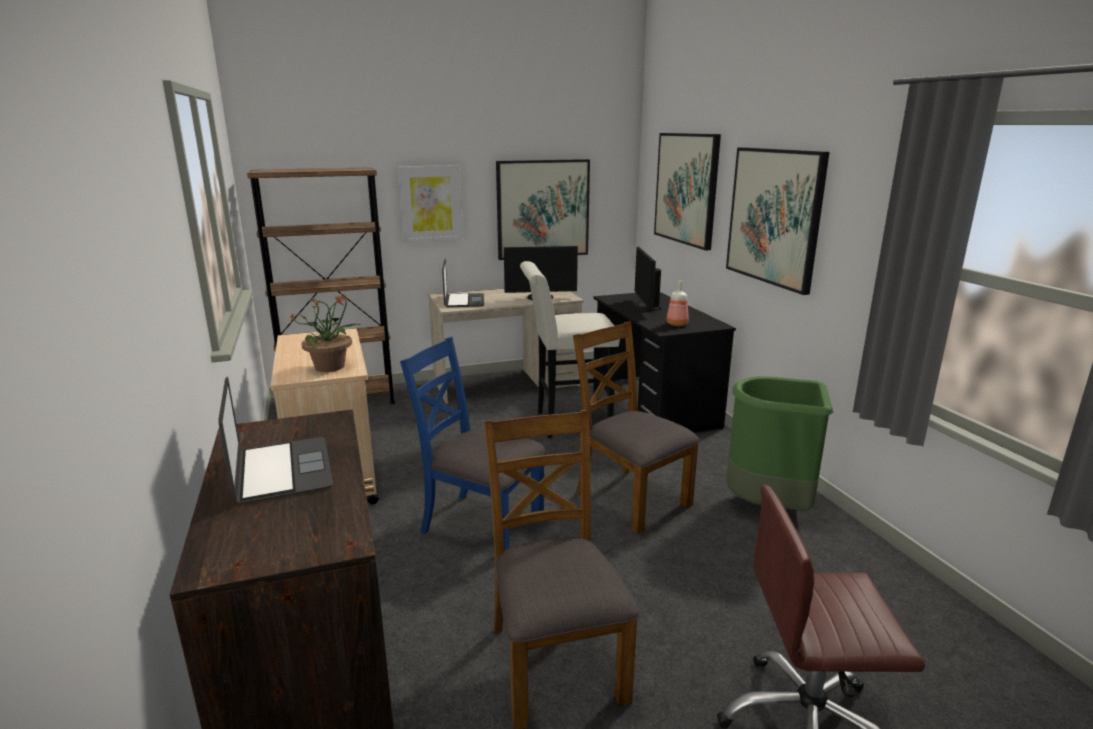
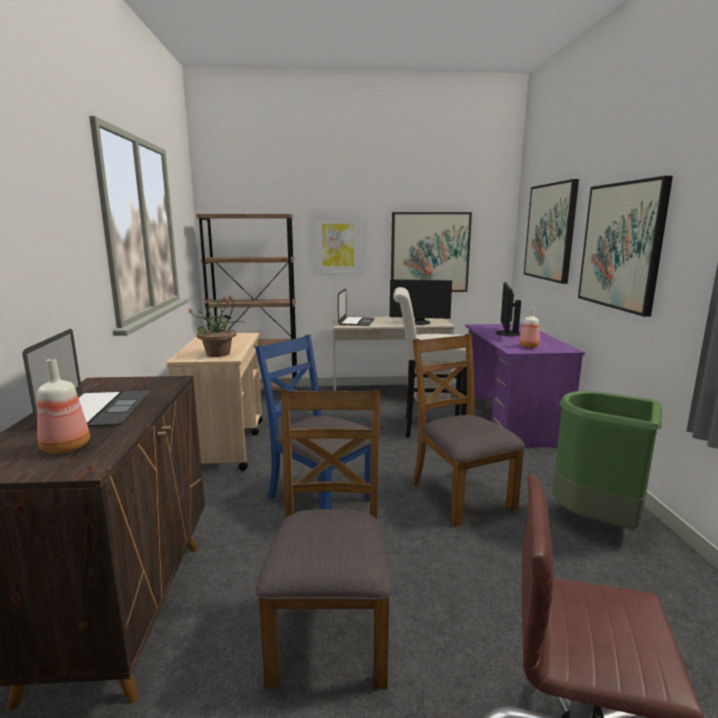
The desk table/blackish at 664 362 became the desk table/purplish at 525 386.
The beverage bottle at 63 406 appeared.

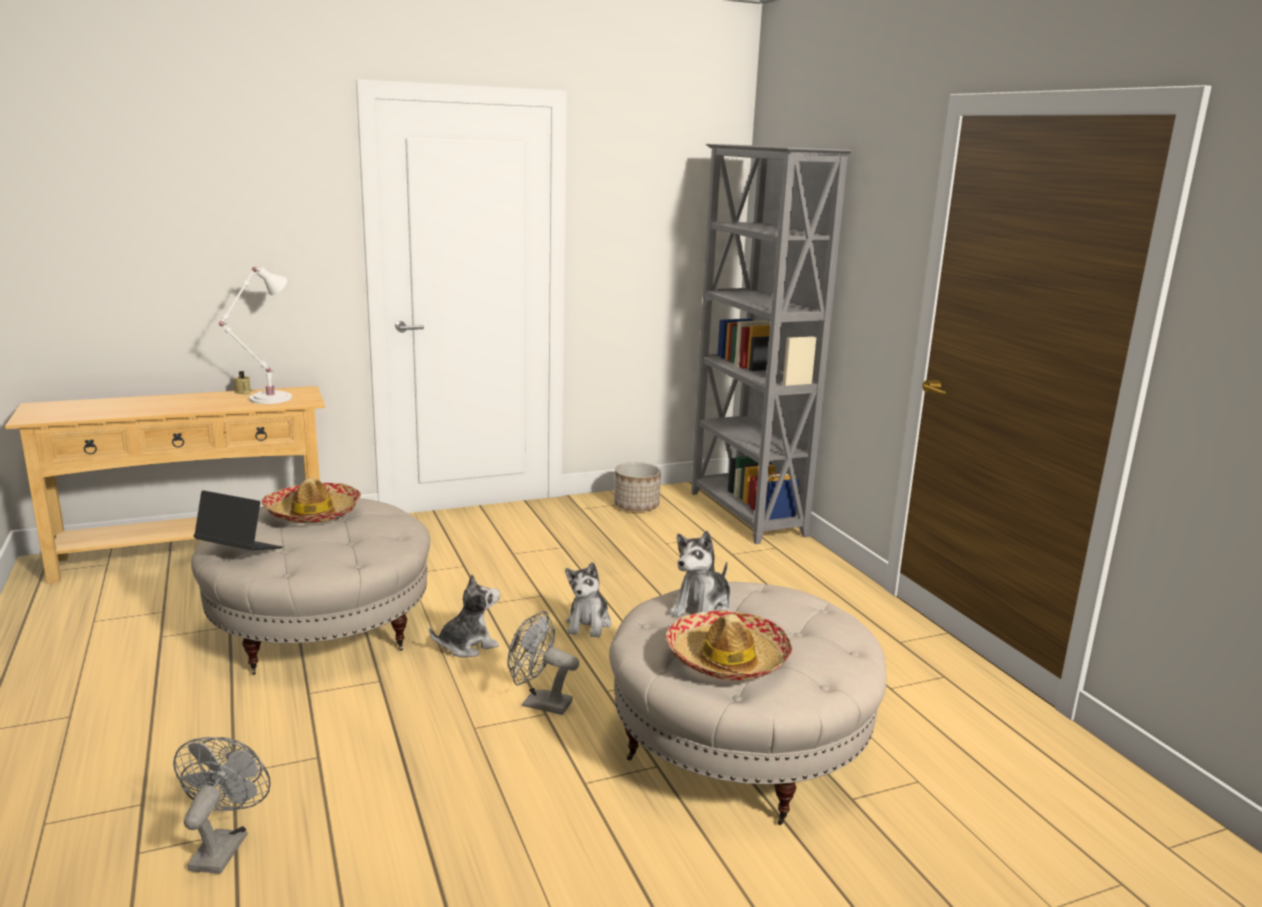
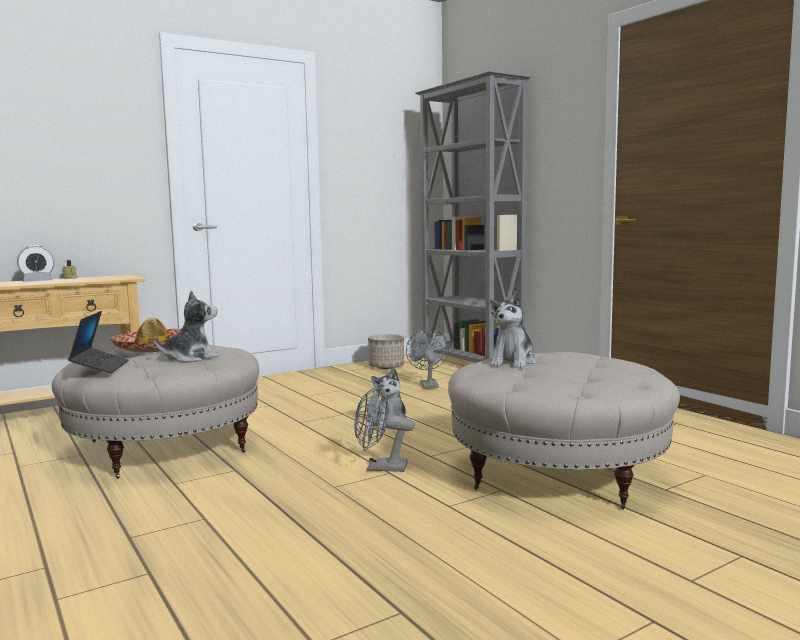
The tabletop lamp/white-coloured at 255 335 disappeared.
The portable computer at 238 520 turned 75 degrees clockwise.
The plush toy moved from 464 615 to 186 327.
The hat at 729 645 disappeared.
The electric fan/gray moved from 222 805 to 427 359.
The alarm clock at 35 263 appeared.

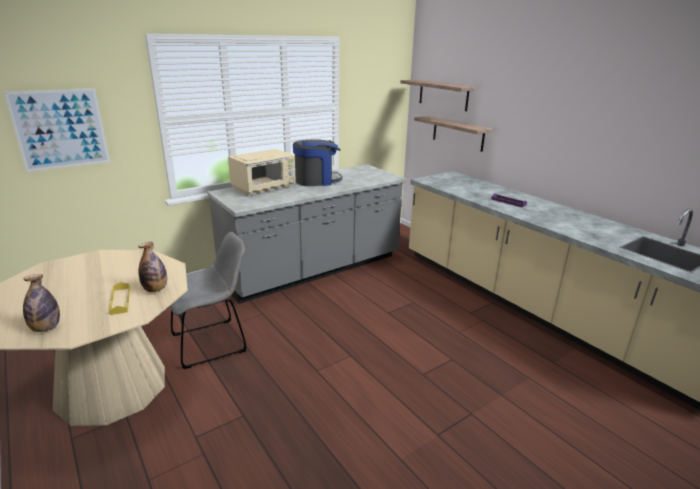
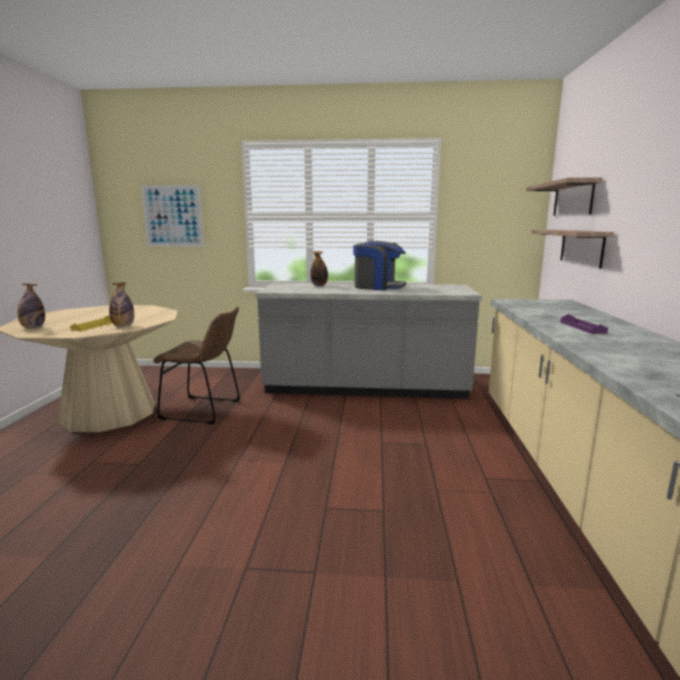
The kitchen microwave/beige-coloured at 261 172 was replaced by the beverage bottle at 319 268.
The upright chair/gray at 208 300 became the upright chair/brownish at 196 365.

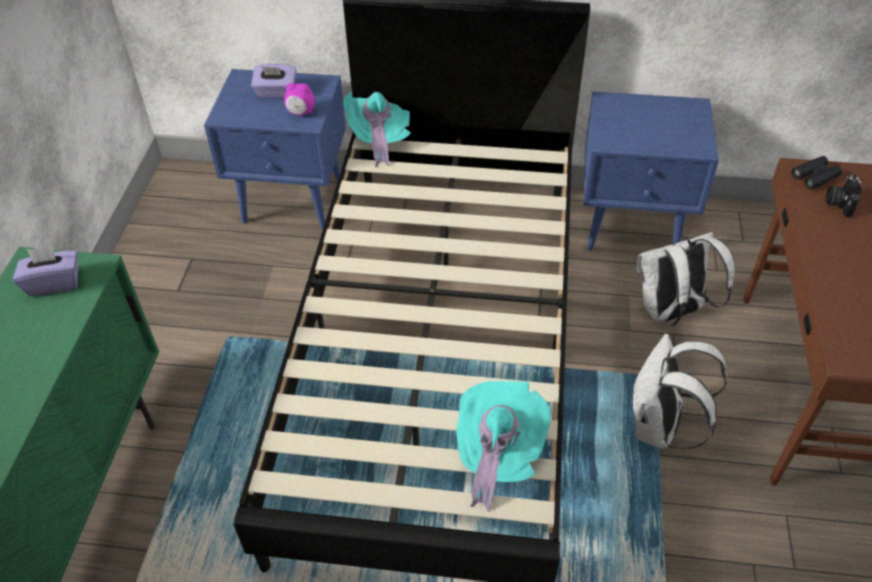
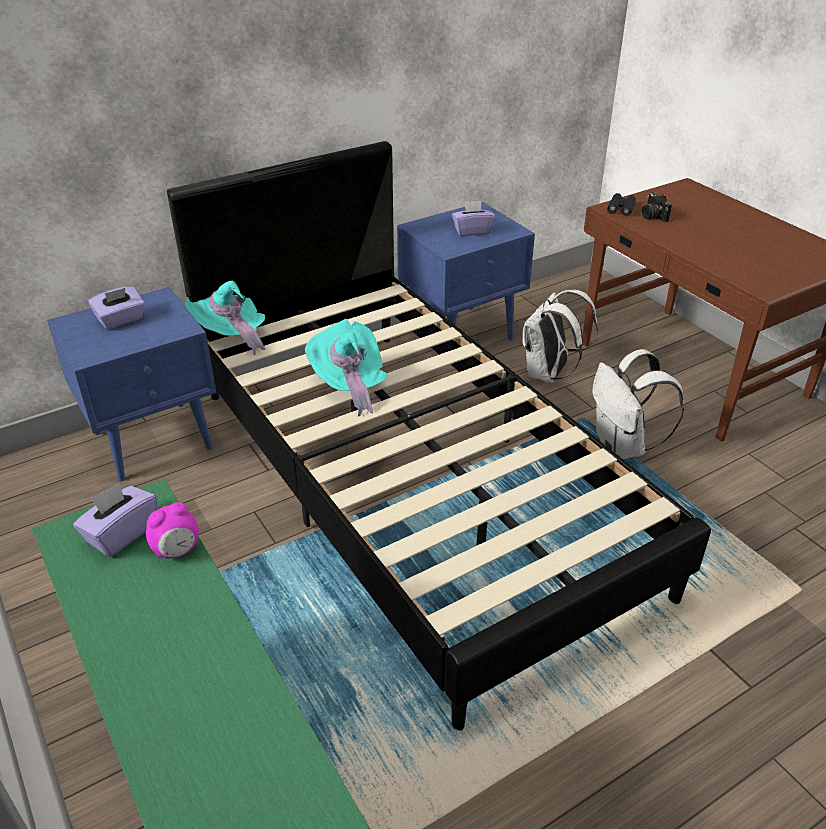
The alarm clock moved from 299 99 to 172 530.
The hat/blue-green moved from 503 446 to 346 367.
The box of tissues/purplish at 474 218 appeared.

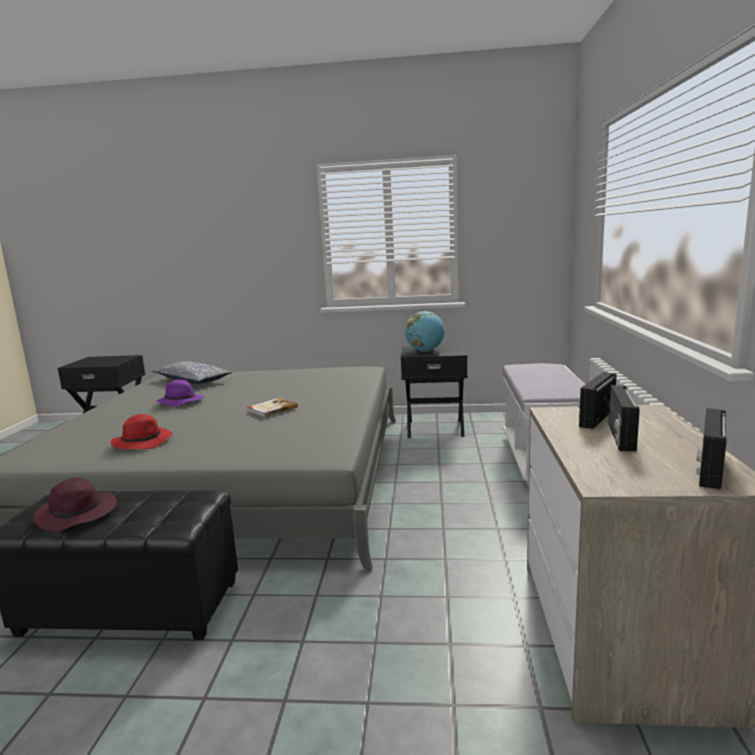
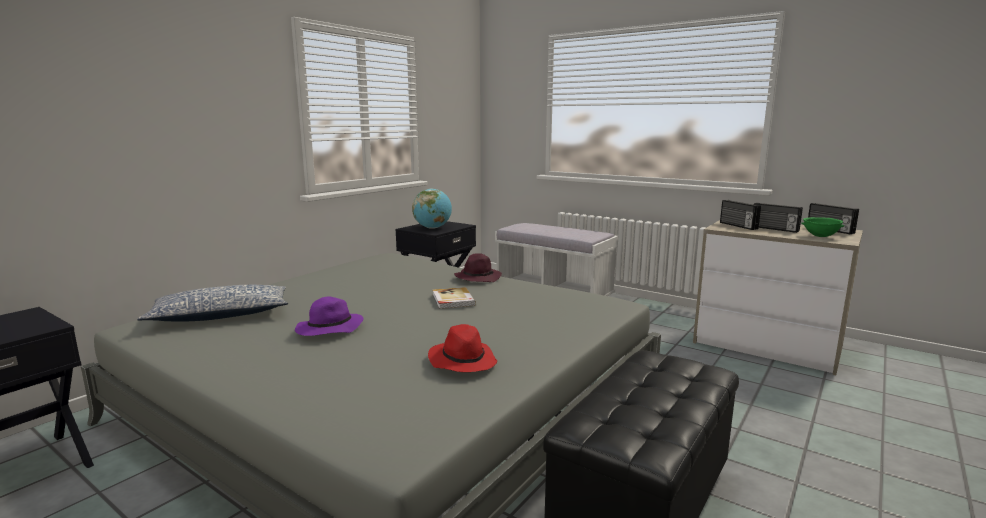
The hat/purplish moved from 75 504 to 478 267.
The bowl/green-coloured at 823 227 appeared.

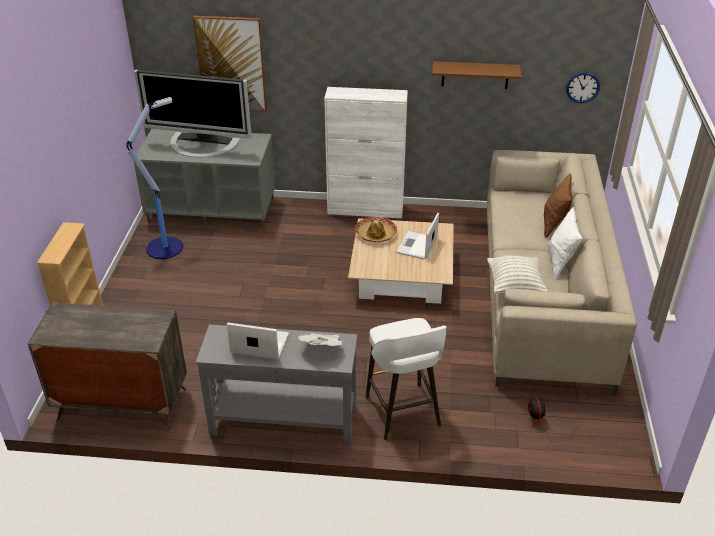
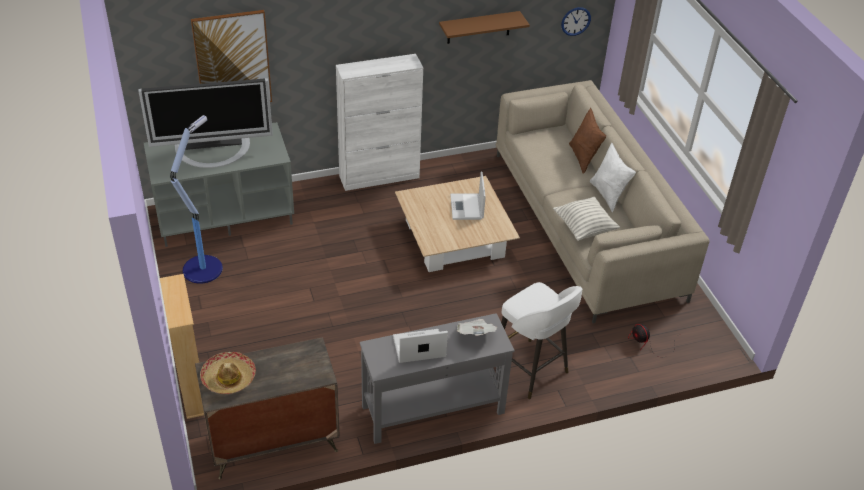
The hat moved from 376 229 to 228 373.

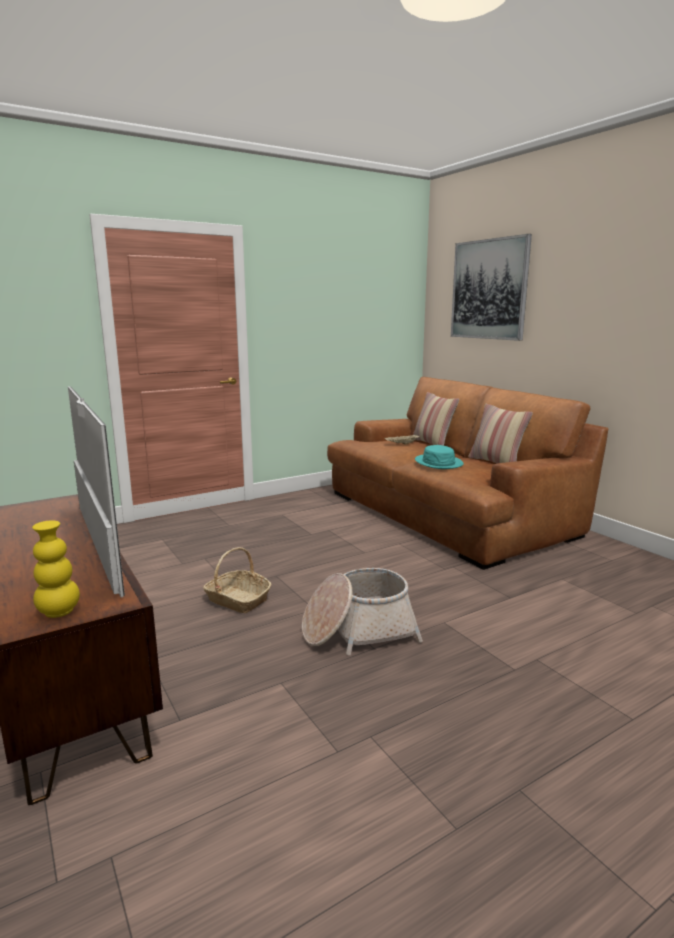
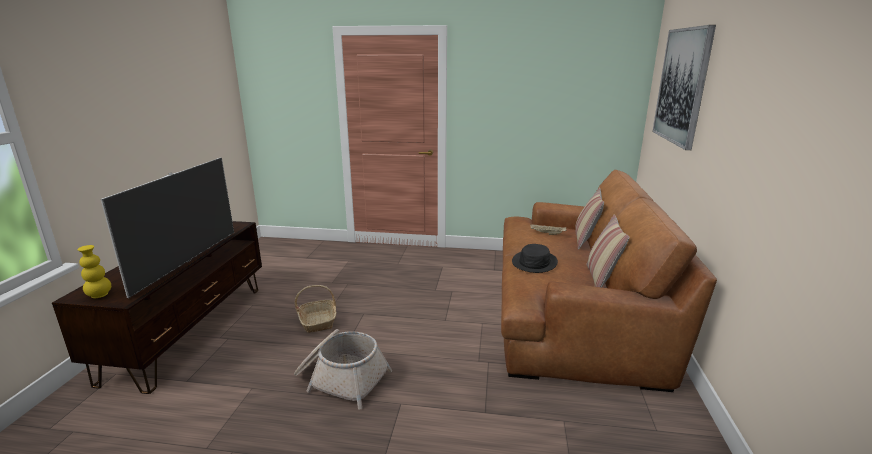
The hat/blue-green at 439 457 became the hat/blackish at 535 258.

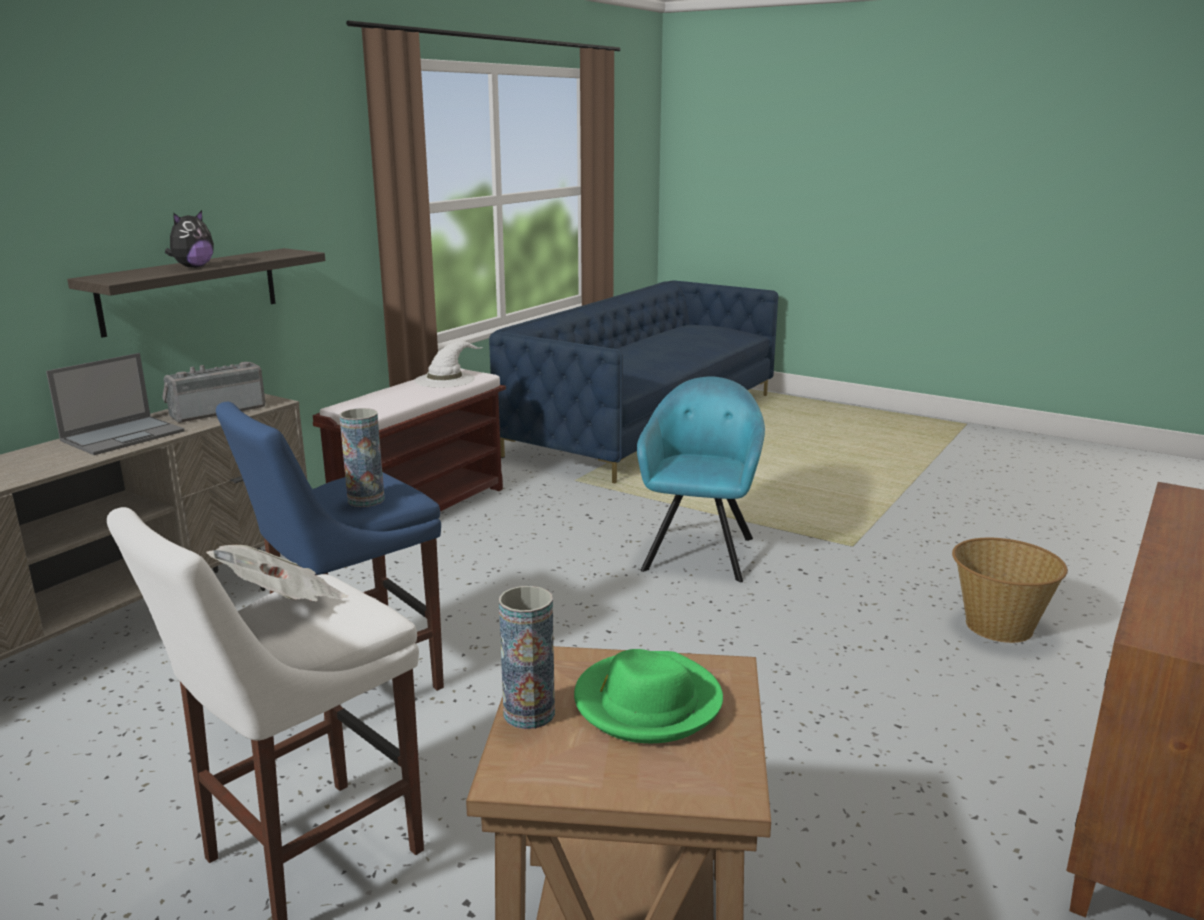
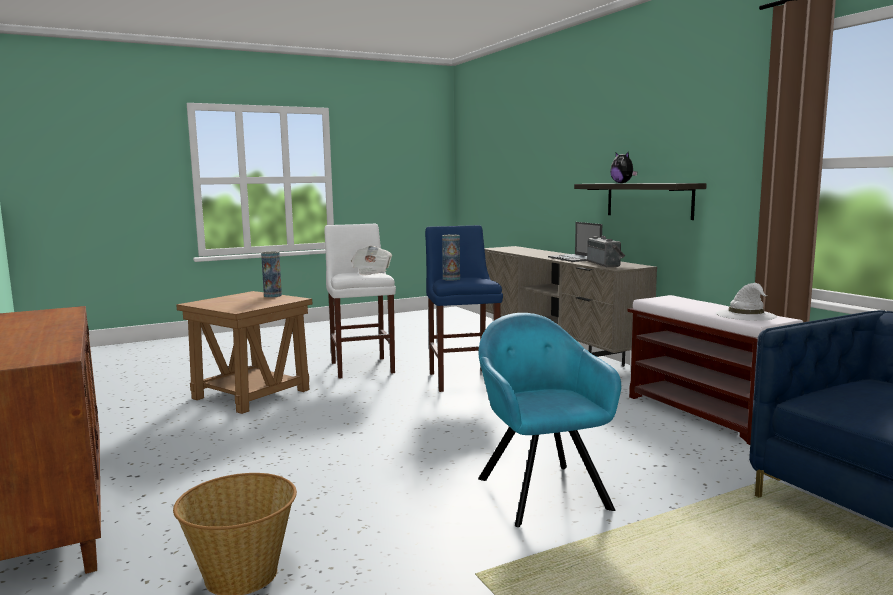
The armchair/blue-green at 701 479 turned 150 degrees counterclockwise.
The hat/green-coloured at 648 696 disappeared.

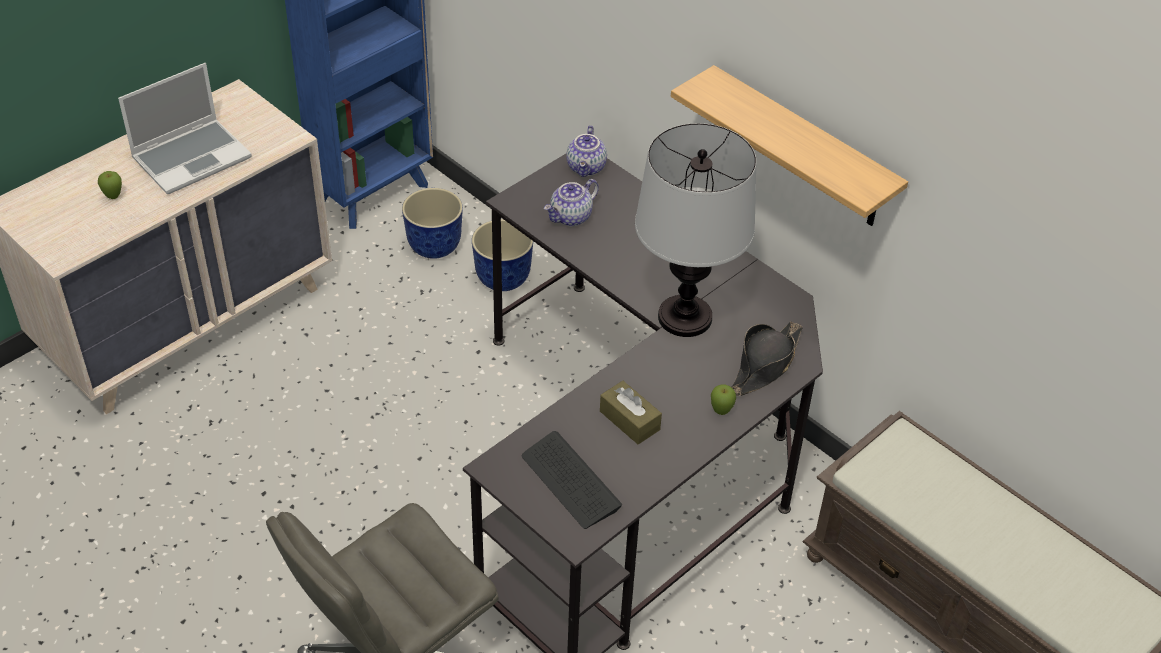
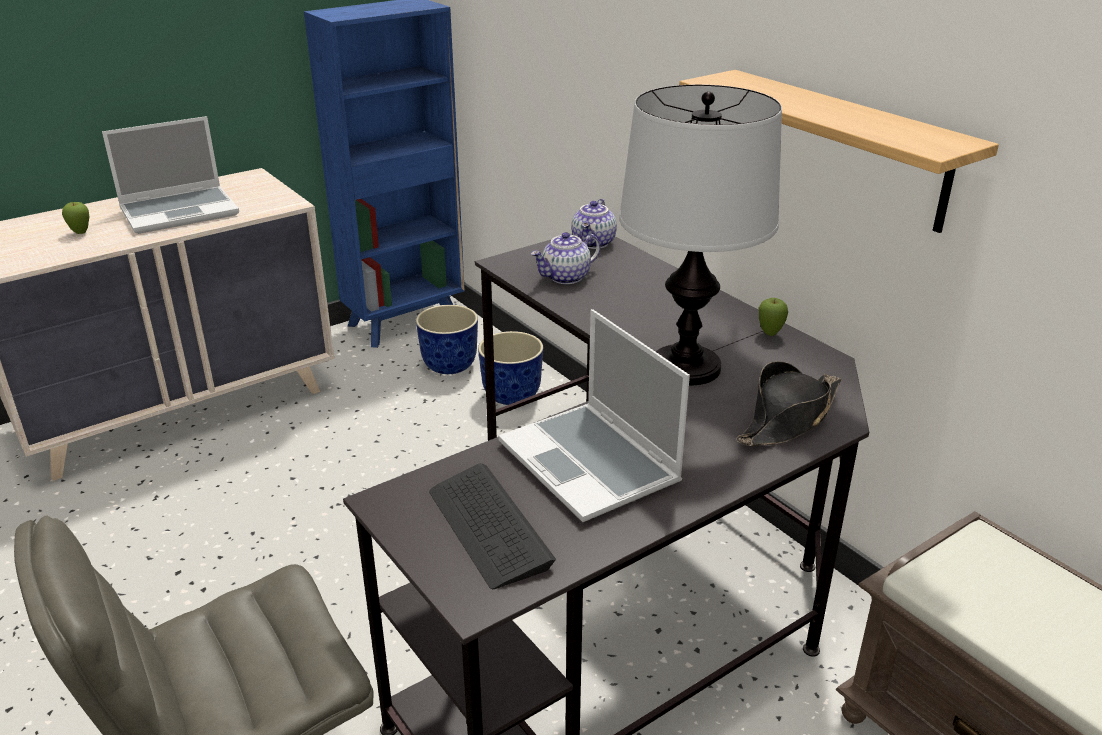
The box of tissues/brownish at 631 413 was replaced by the portable computer at 594 415.
The apple fruit moved from 723 400 to 773 317.

